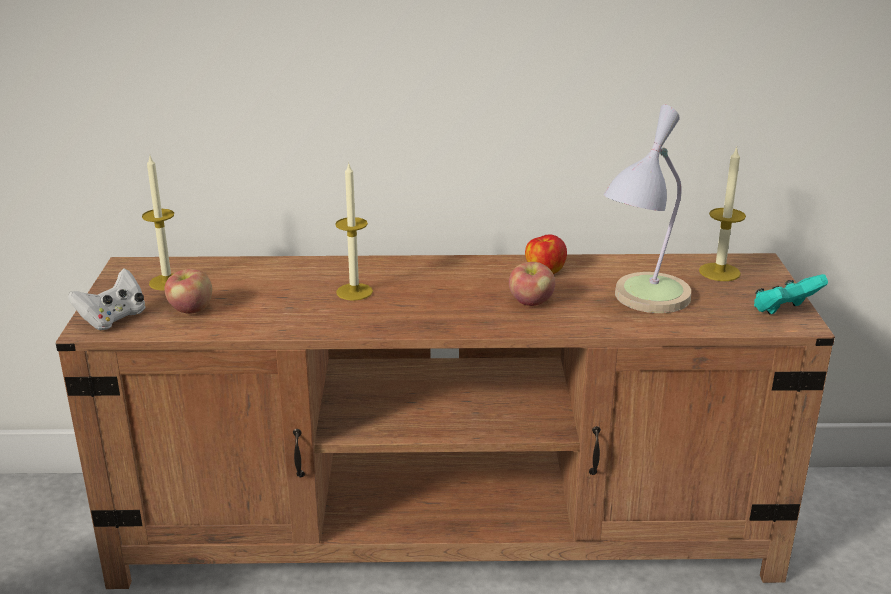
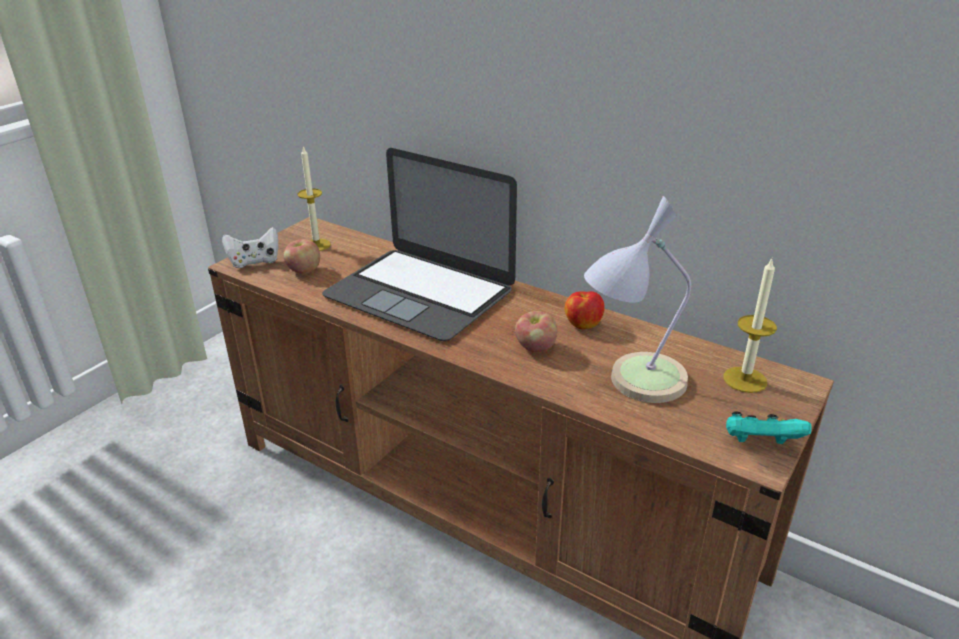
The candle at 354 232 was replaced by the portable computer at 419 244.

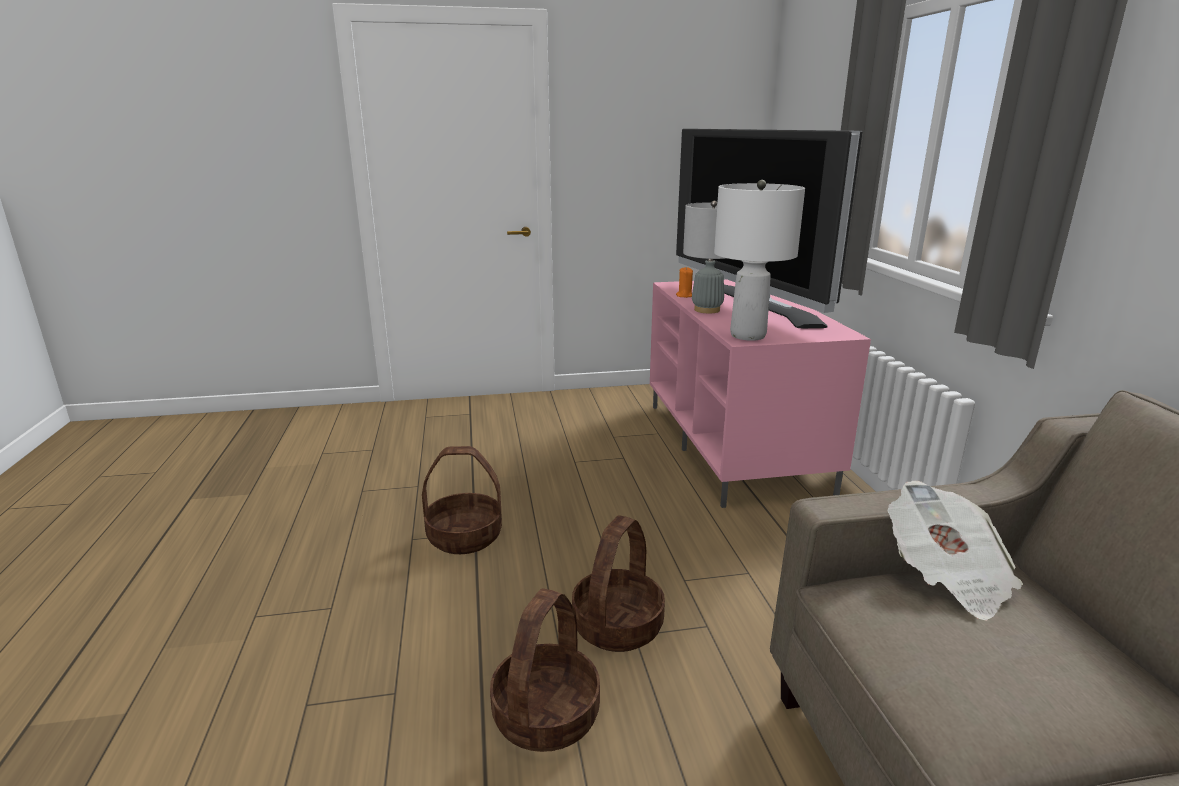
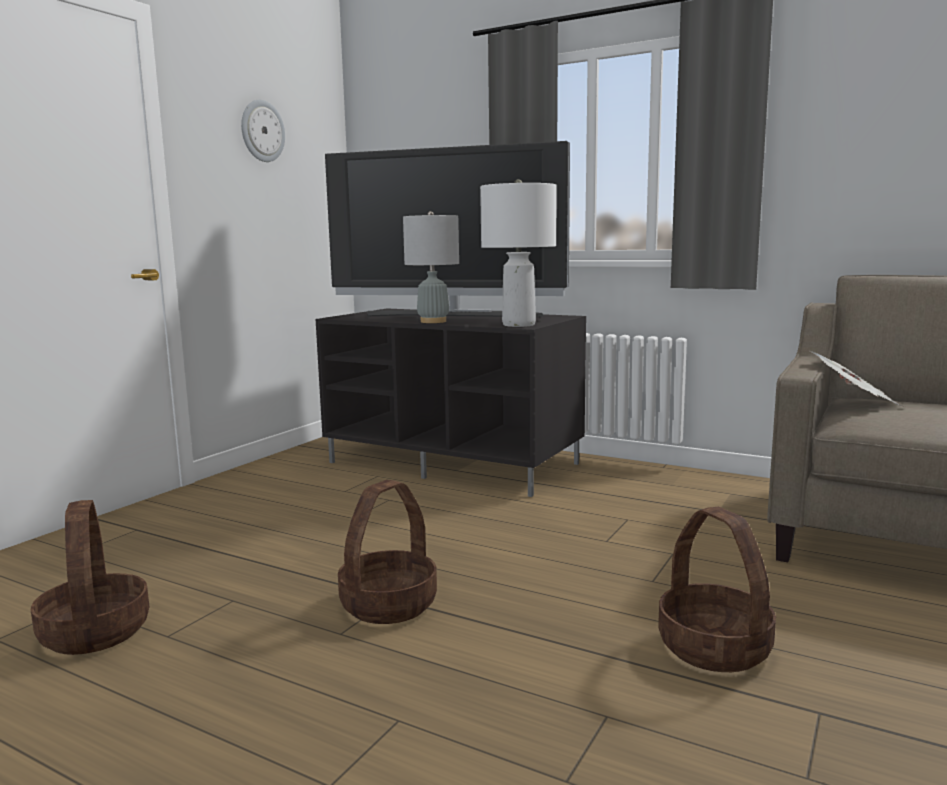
The candle/orange at 684 282 disappeared.
The tv stand/pinkish at 760 394 became the tv stand/blackish at 450 403.
The storage basket moved from 618 583 to 90 577.
The wall clock at 263 131 appeared.

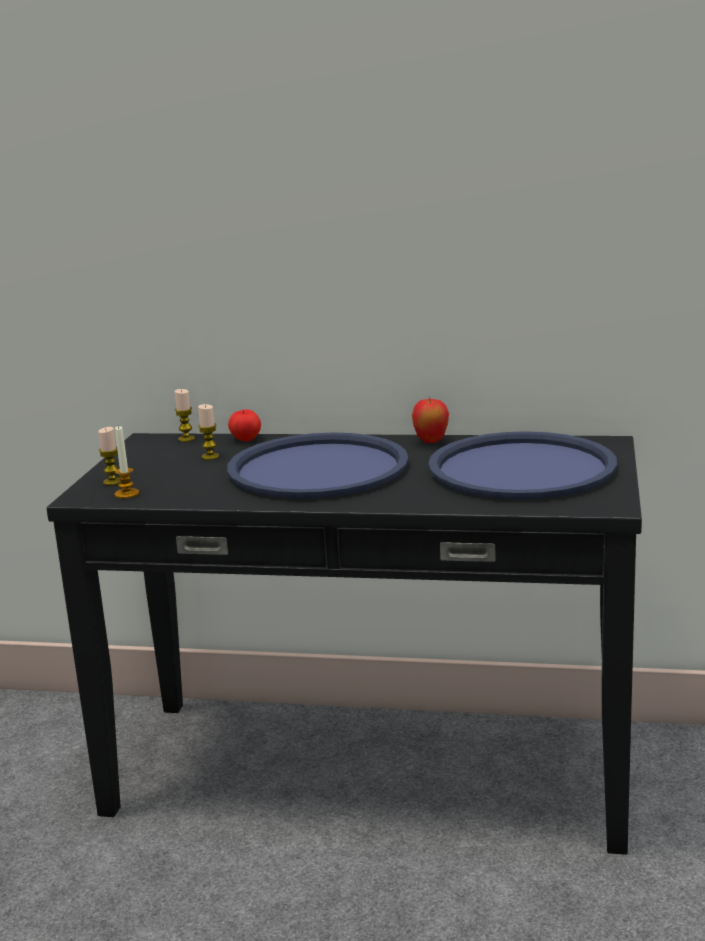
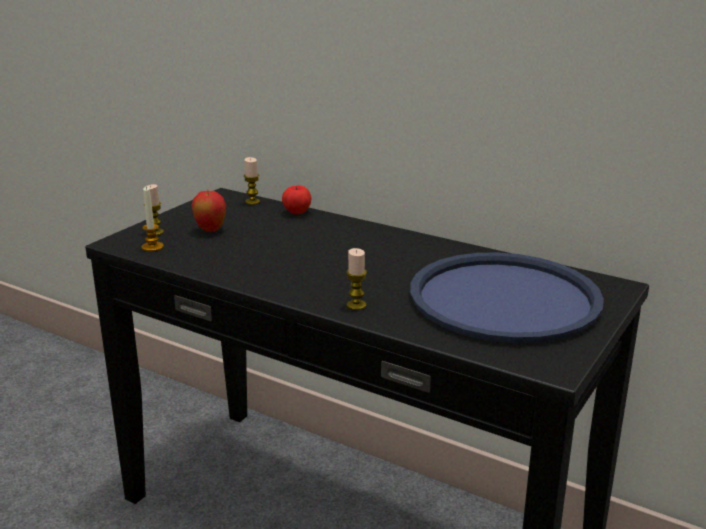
The apple fruit moved from 430 420 to 208 211.
The candle moved from 208 432 to 356 279.
The tray/bluish at 318 465 disappeared.

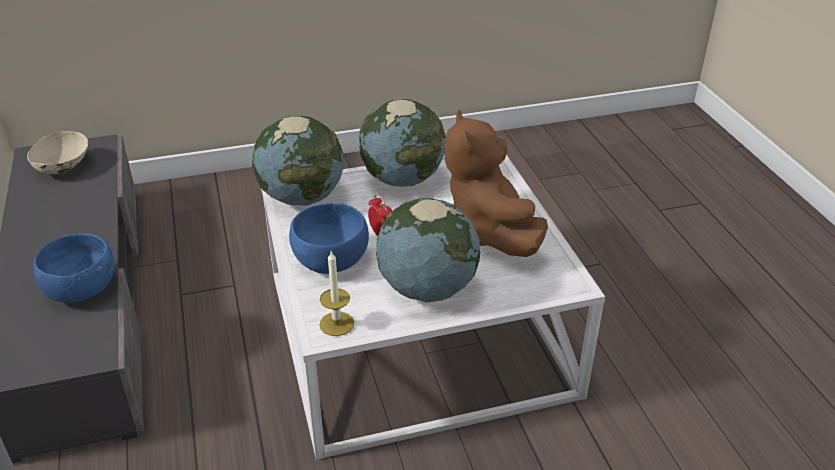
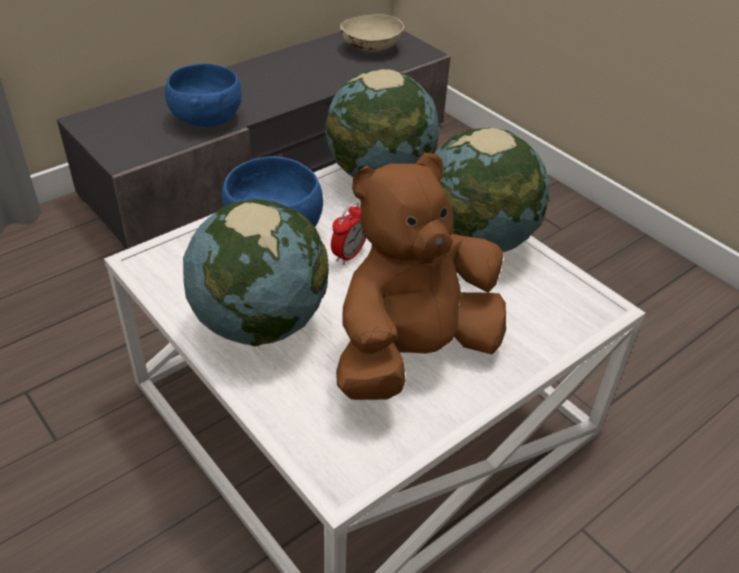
The candle at 336 293 disappeared.

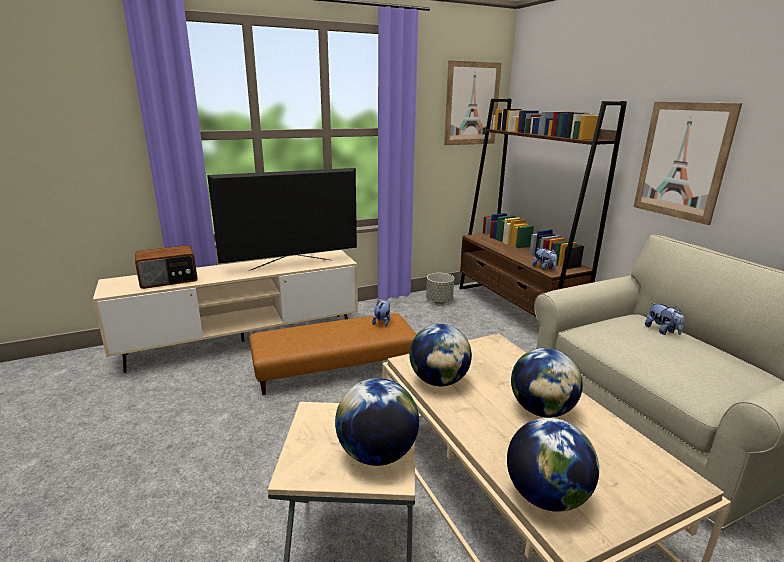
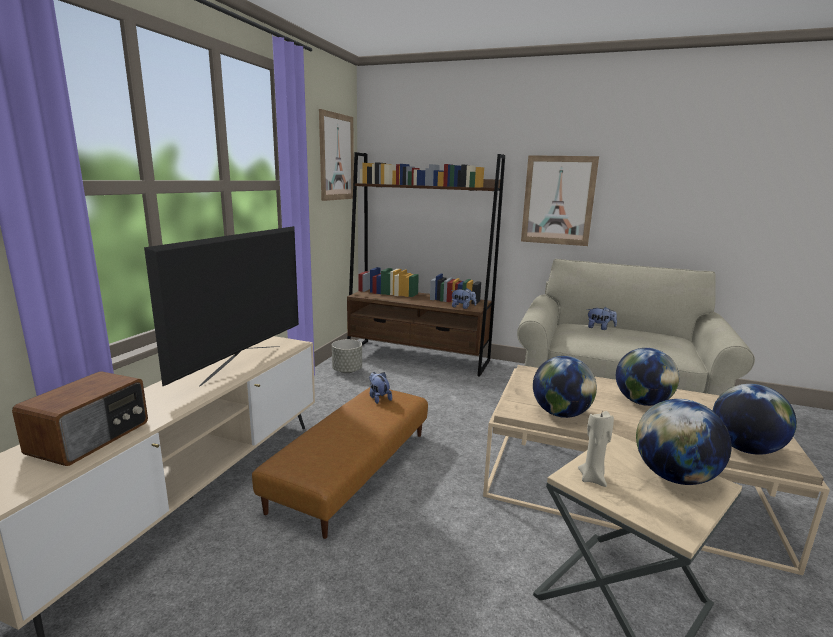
The candle/beige-coloured at 596 449 appeared.

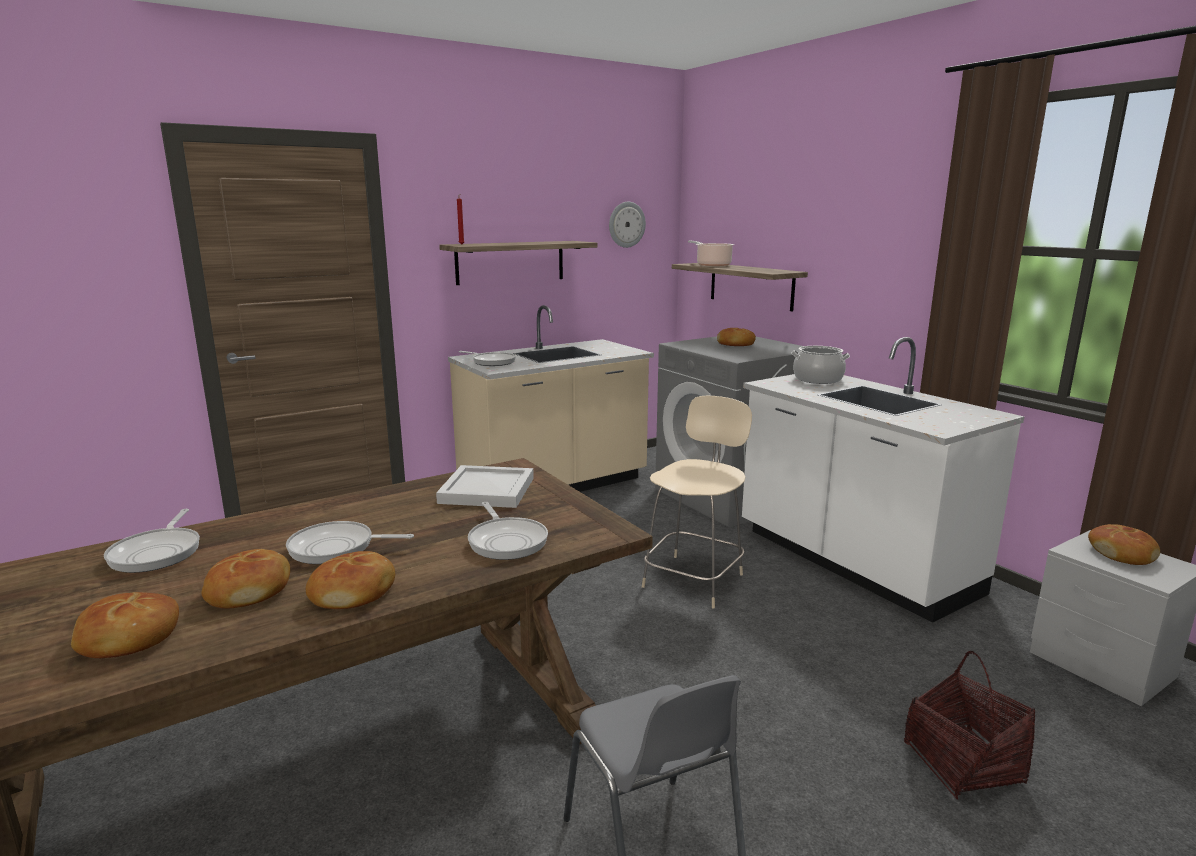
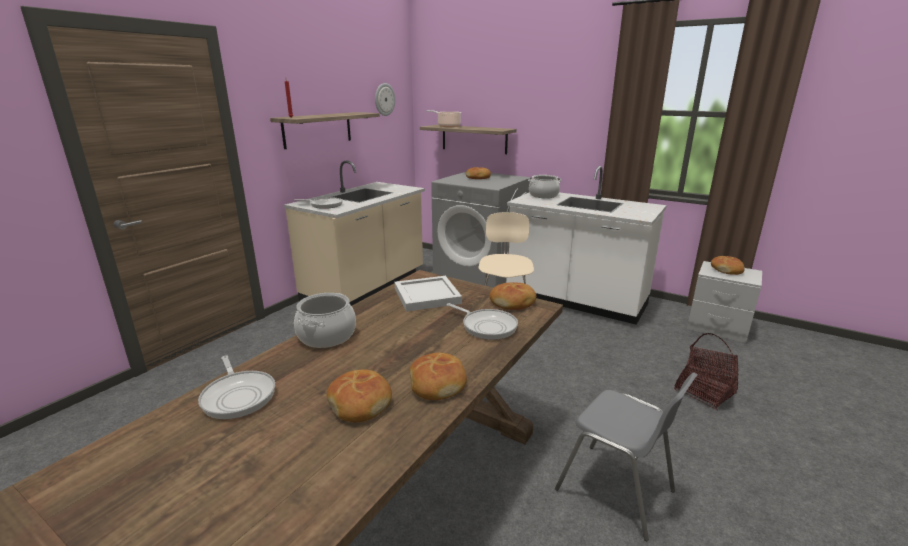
The pan at 350 542 disappeared.
The bread moved from 125 625 to 512 296.
The saucepot at 325 320 appeared.

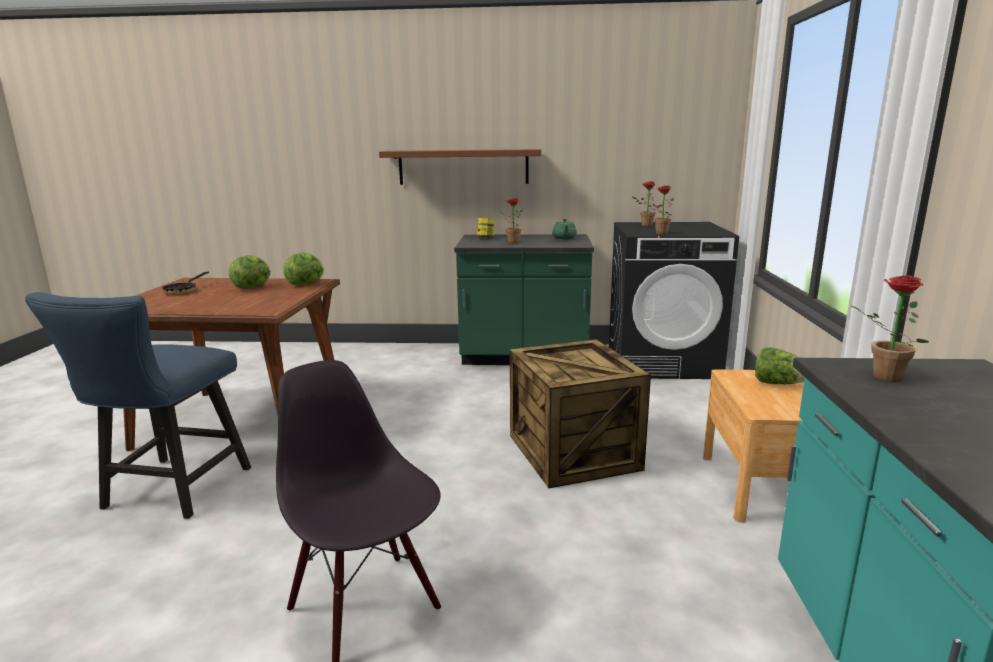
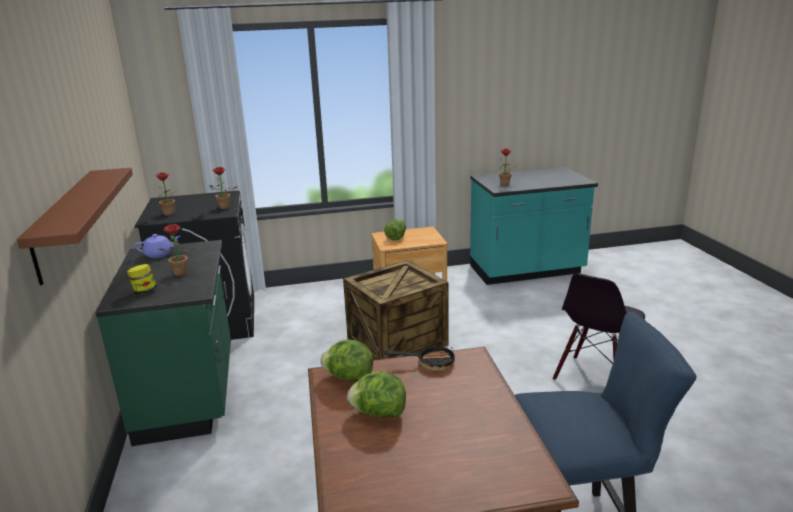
The tea pot/green-coloured at 564 229 became the tea pot/purplish at 157 246.
The pan moved from 185 283 to 419 357.

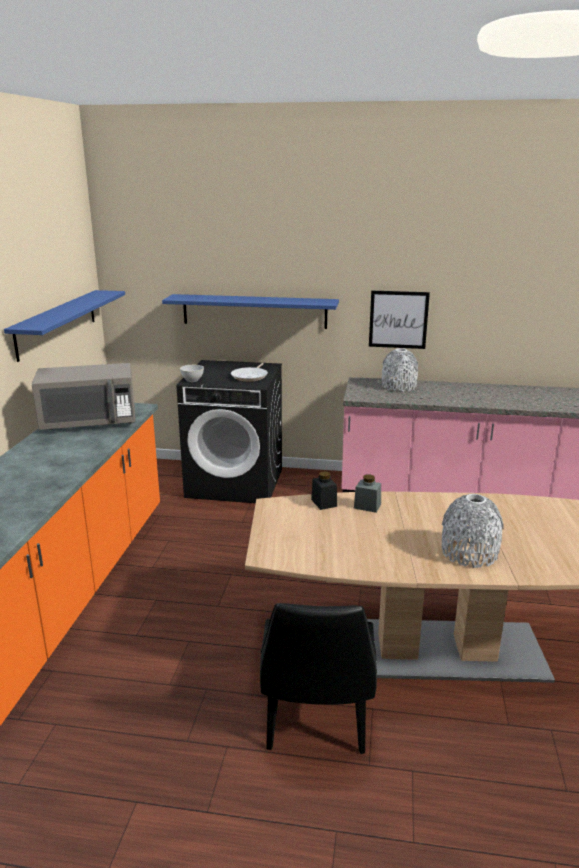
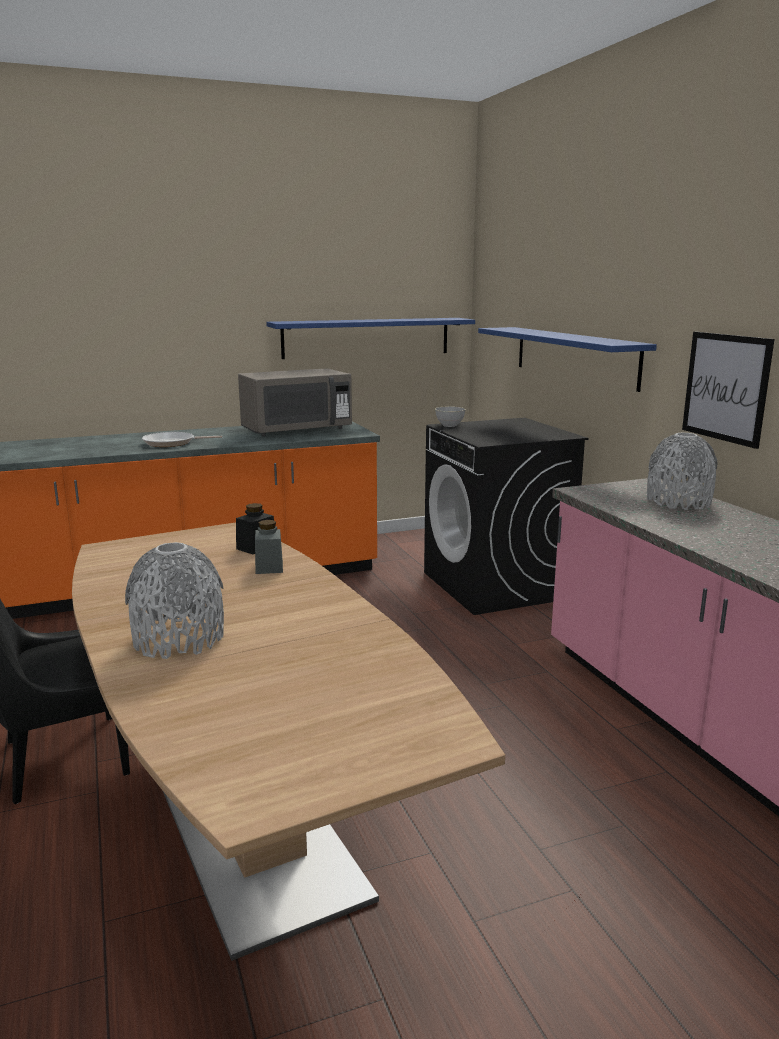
The kitchen microwave/gray at 84 396 turned 75 degrees counterclockwise.
The pan moved from 249 372 to 182 439.

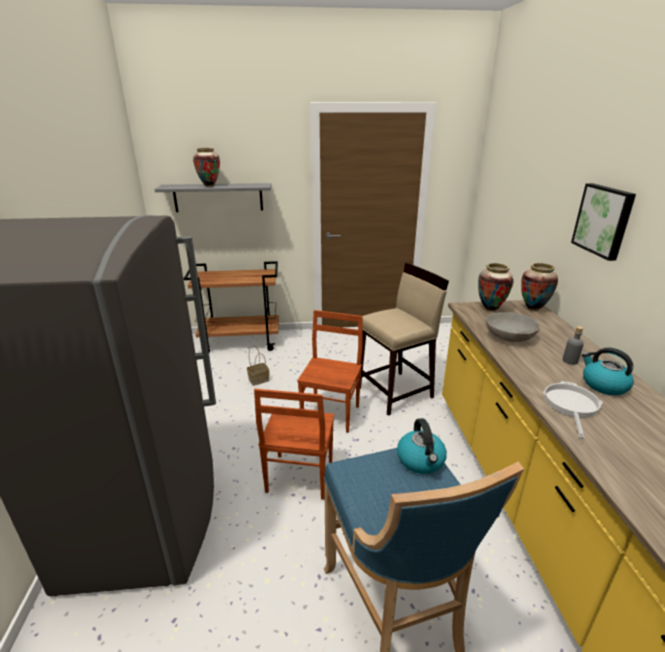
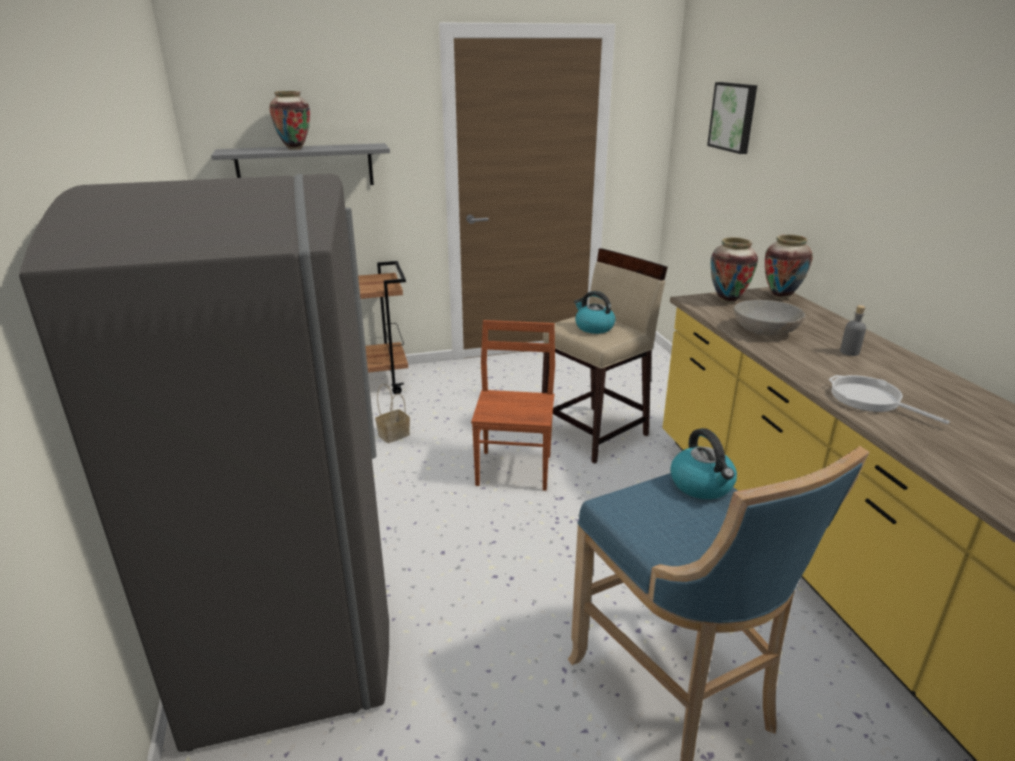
The wall picture moved from 603 222 to 732 118.
The kettle moved from 608 371 to 595 312.
The pan at 573 410 turned 45 degrees counterclockwise.
The upright chair/brownish at 294 444 disappeared.

